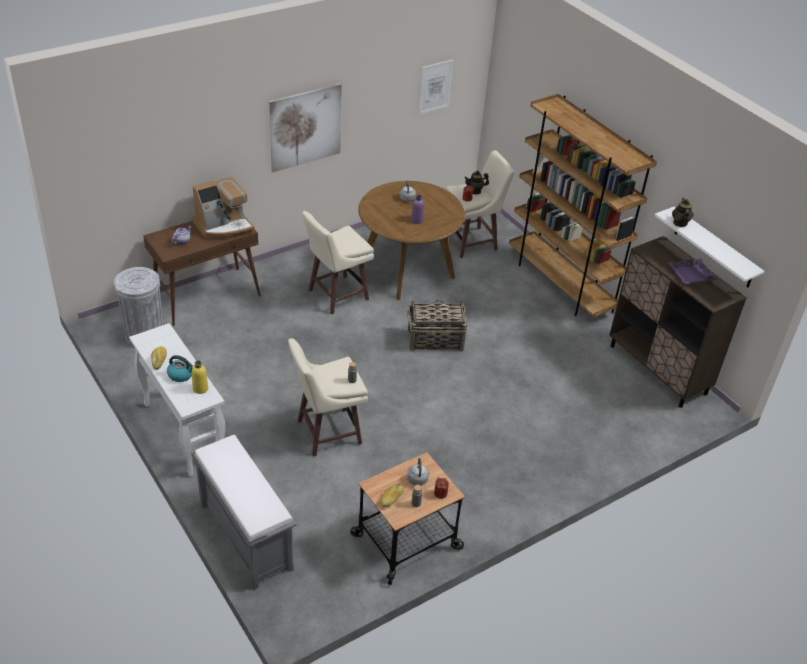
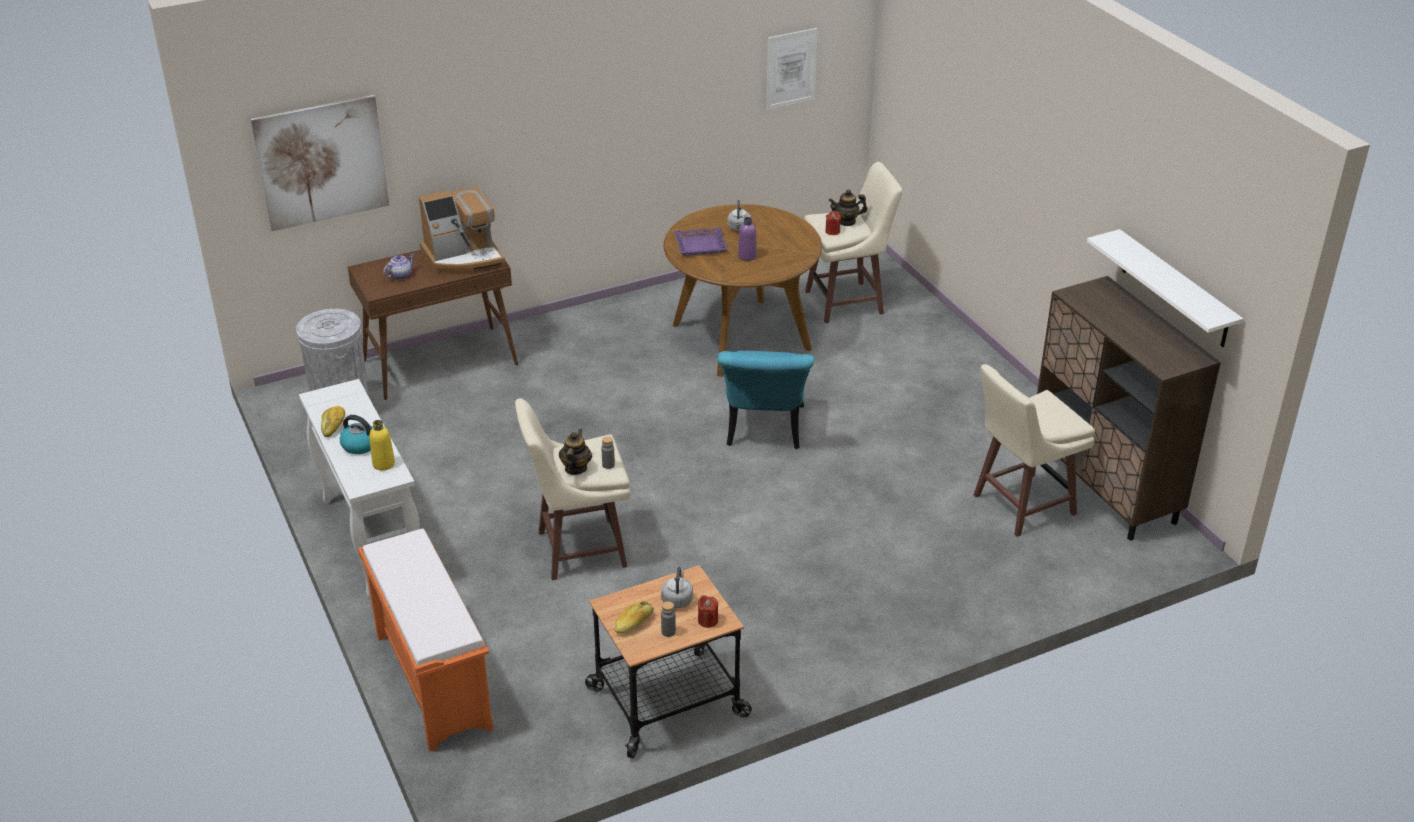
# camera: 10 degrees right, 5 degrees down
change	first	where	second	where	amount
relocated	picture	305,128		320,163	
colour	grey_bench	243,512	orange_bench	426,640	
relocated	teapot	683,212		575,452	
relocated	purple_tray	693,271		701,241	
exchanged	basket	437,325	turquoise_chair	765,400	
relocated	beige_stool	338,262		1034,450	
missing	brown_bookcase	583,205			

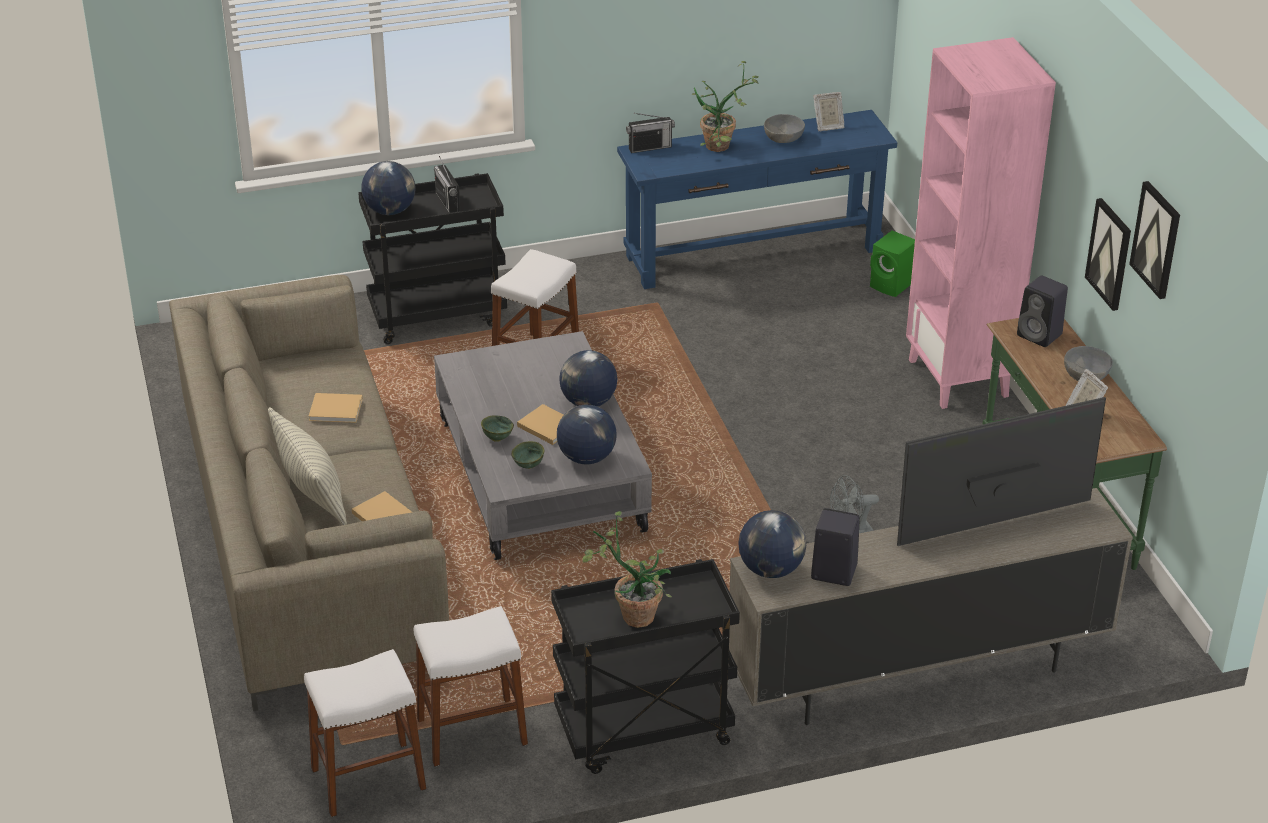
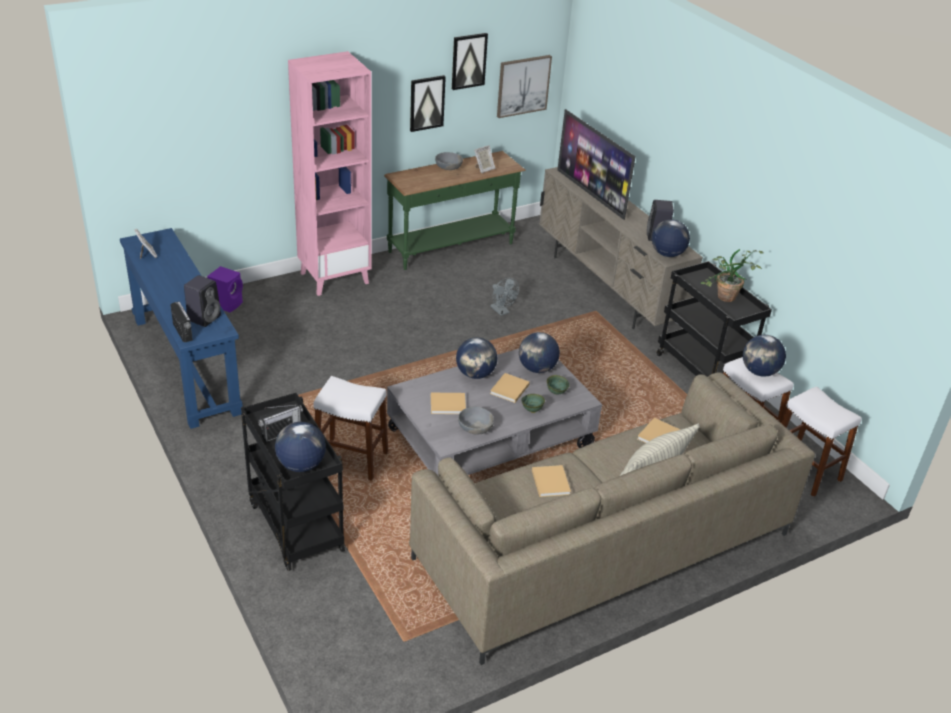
# camera: 105 degrees left, 0 degrees up
change	first	where	second	where	amount
relocated	black_speaker	1042,311		202,301	
colour	green_speaker	892,263	purple_speaker	225,289	
appeared			beige_book	448,403	
relocated	grey_bowl	784,128		476,421	
appeared			picture	524,86	
appeared			globe	764,356	
missing	potted_plant	725,106			

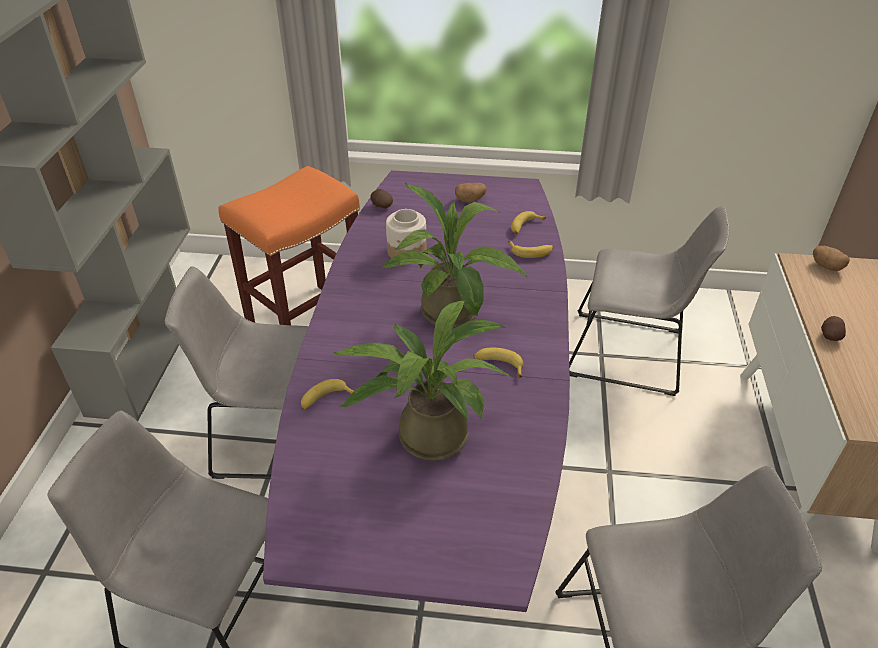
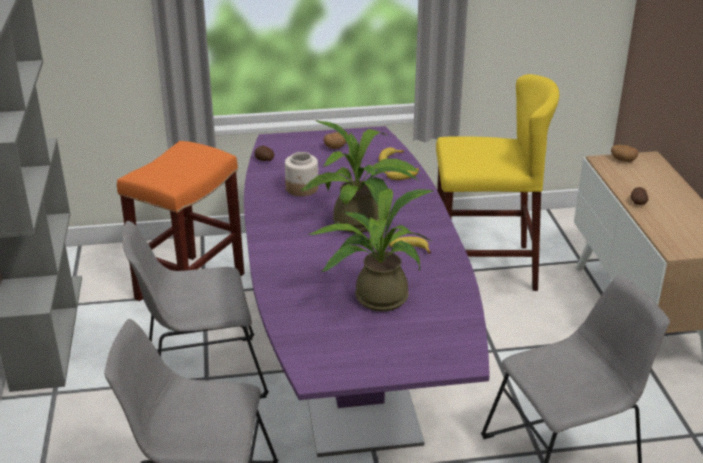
# camera: 15 degrees left, 10 degrees down
change	first	where	second	where	amount
exchanged	grey_chair	649,301	yellow_stool	497,182	
missing	banana	327,394			

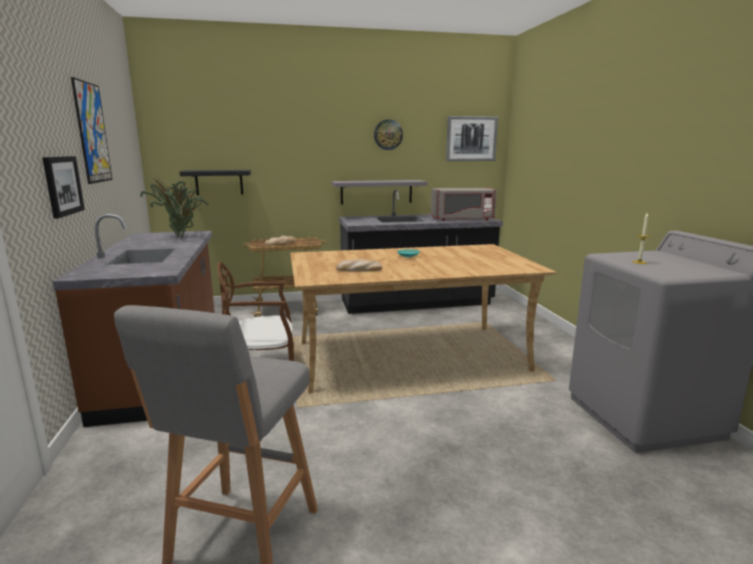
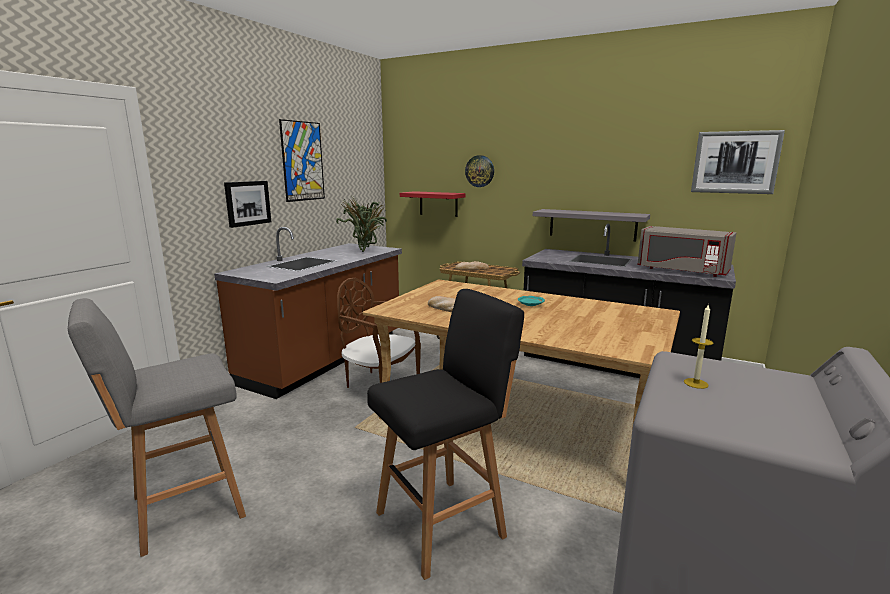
# camera: 40 degrees right, 0 degrees up
change	first	where	second	where	amount
appeared			black_stool	445,434	
colour	black_shelf	215,182	red_shelf	432,204	
relocated	wall_clock	388,134		479,171	

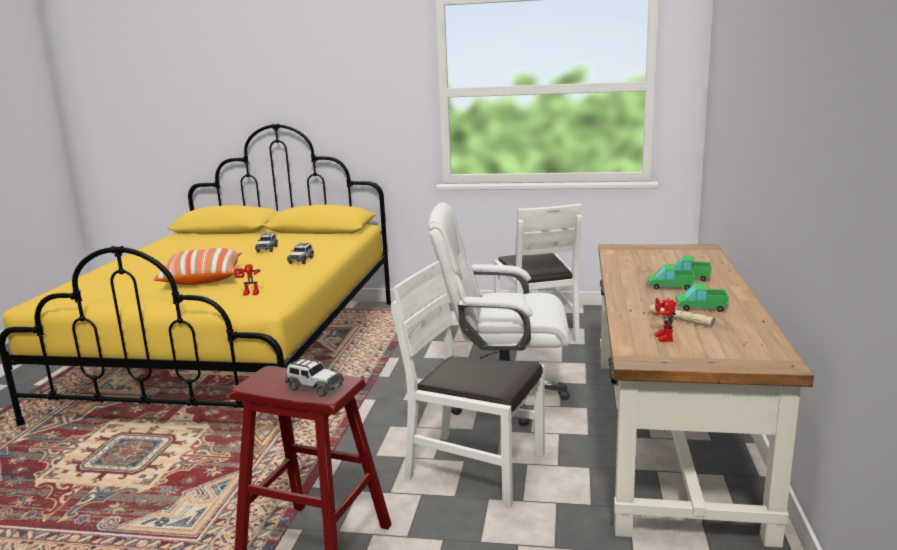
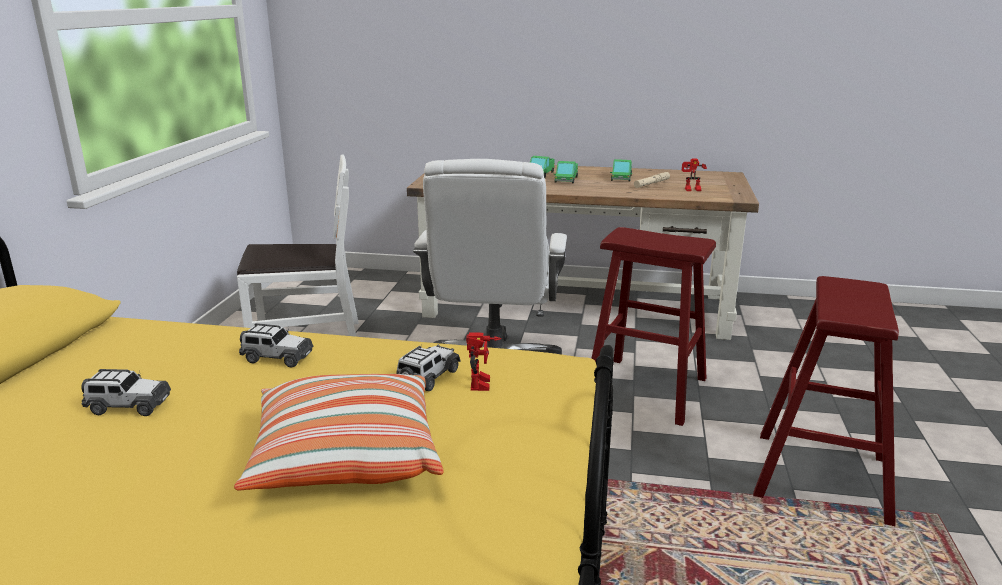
# camera: 90 degrees left, 5 degrees up
change	first	where	second	where	amount
relocated	toy_car	314,377		428,366	
exchanged	white_chair	468,384	red_stool	653,326	

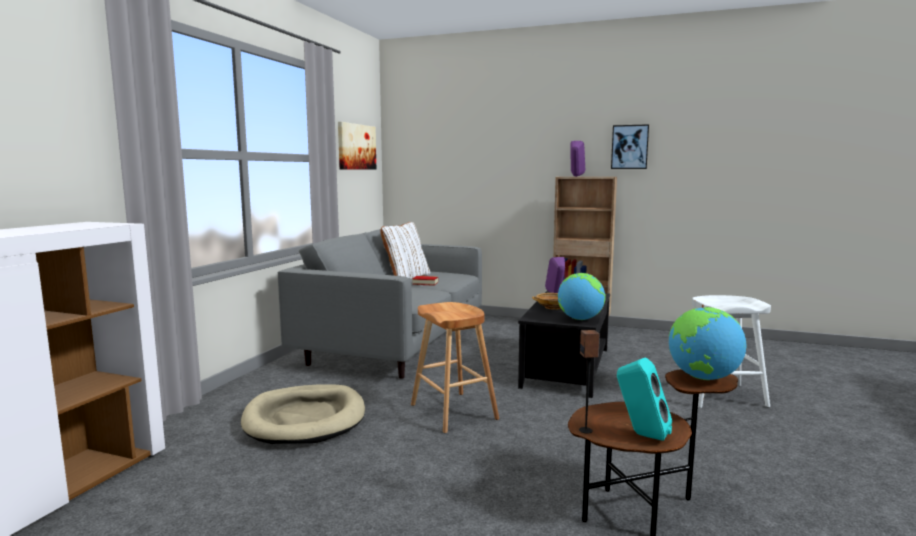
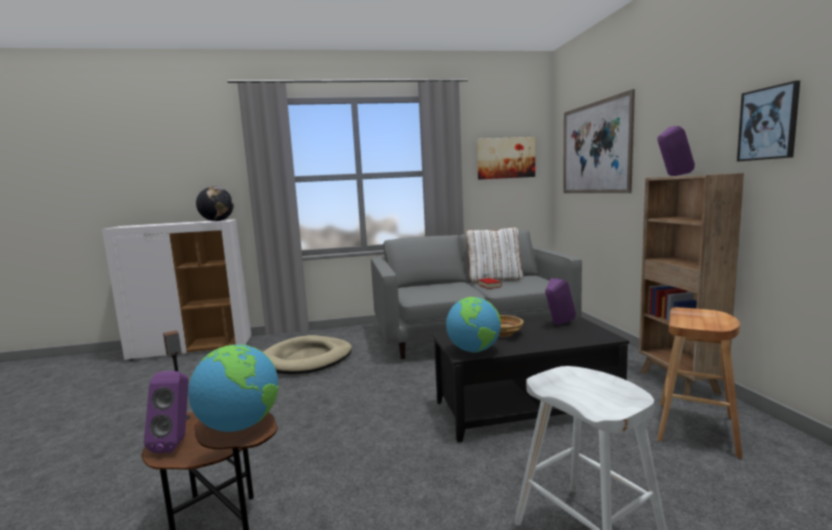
# camera: 60 degrees right, 0 degrees up
change	first	where	second	where	amount
colour	turquoise_speaker	644,399	purple_speaker	166,412	
appeared			globe	215,204	
appeared			picture	599,141	
relocated	brown_stool	455,367		700,383	

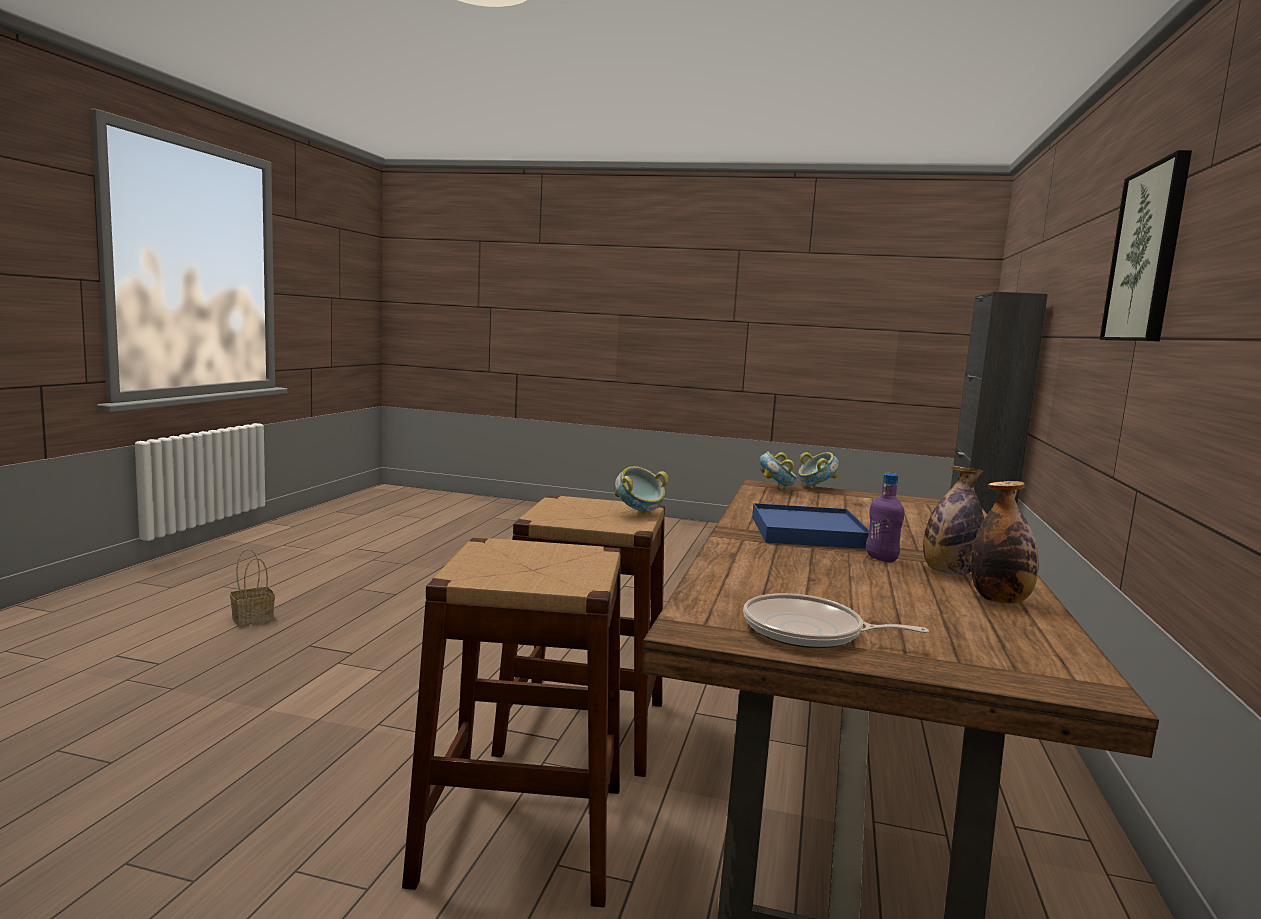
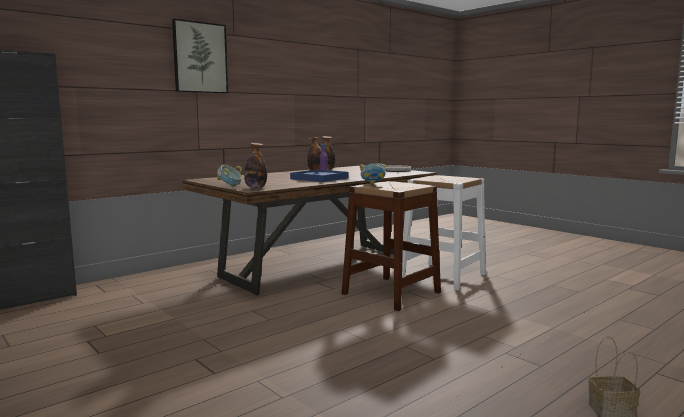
# camera: 145 degrees left, 0 degrees up
change	first	where	second	where	amount
exchanged	bowl	778,470	bottle	255,166	
colour	brown_stool	511,722	white_stool	444,232	

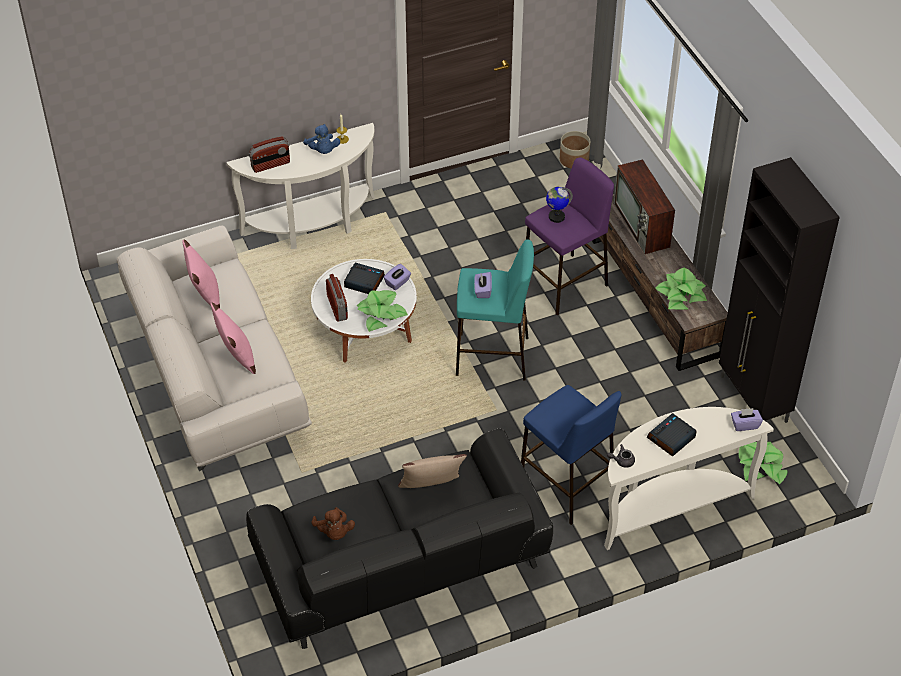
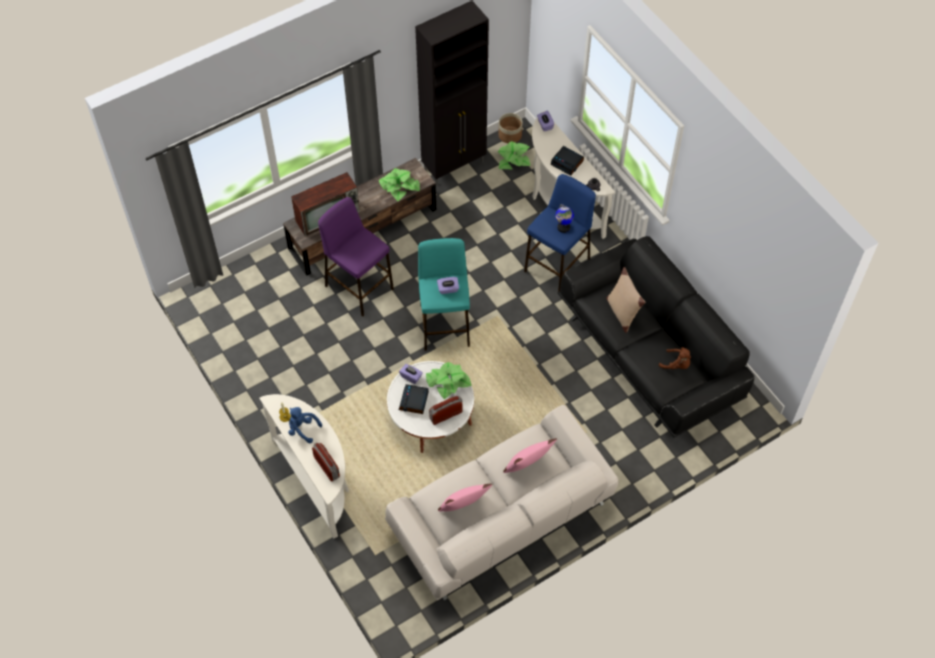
# camera: 100 degrees left, 10 degrees up
change	first	where	second	where	amount
spun	blue_plush_toy	321,139		305,425	120 degrees counterclockwise
relocated	planter	575,149		511,128	
relocated	globe	559,205		564,218	
spun	brown_plush_toy	333,523		675,358	60 degrees clockwise

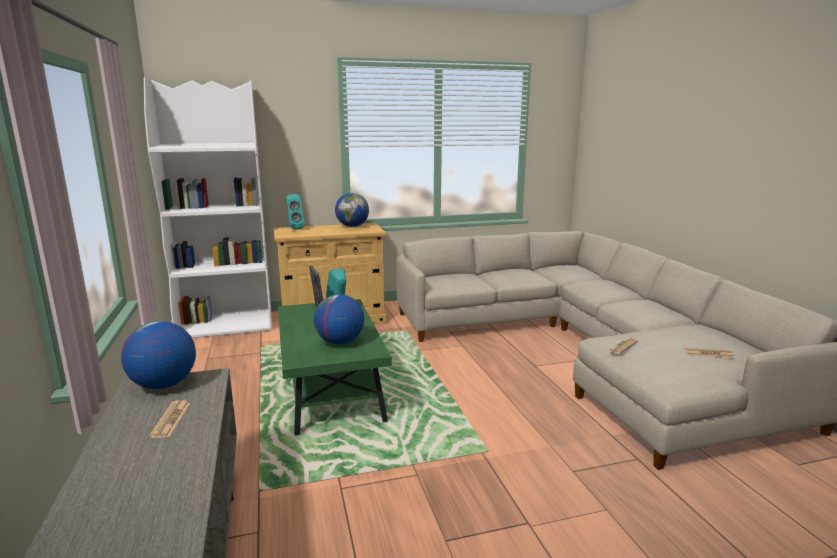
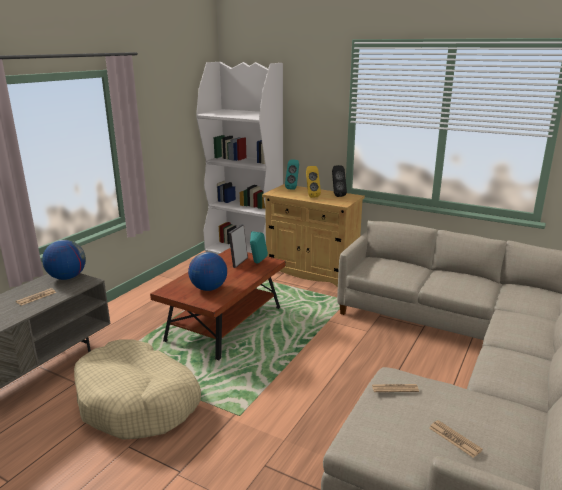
# camera: 45 degrees right, 5 degrees up
change	first	where	second	where	amount
appeared			beige_dog_bed	137,389	
colour	green_coffee_table	335,367	brown_coffee_table	218,304	
appeared			yellow_speaker	313,182	
exchanged	globe	352,210	black_speaker	339,181	

